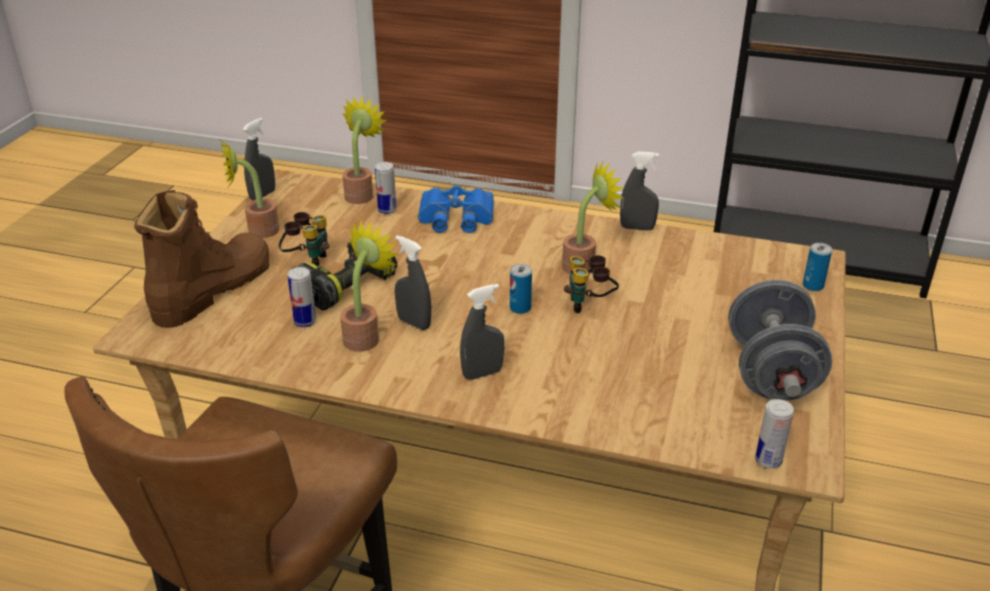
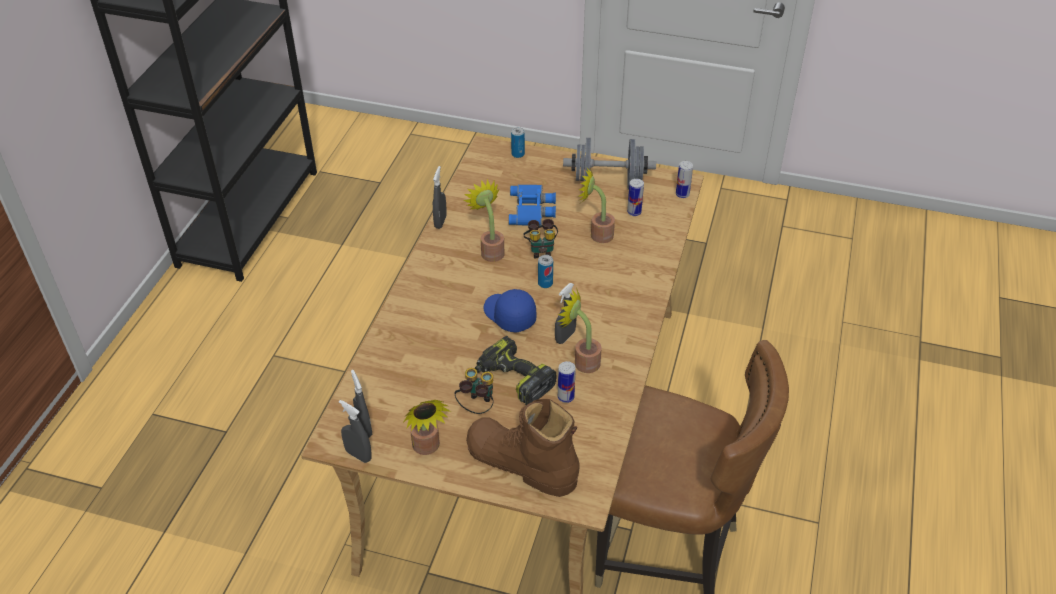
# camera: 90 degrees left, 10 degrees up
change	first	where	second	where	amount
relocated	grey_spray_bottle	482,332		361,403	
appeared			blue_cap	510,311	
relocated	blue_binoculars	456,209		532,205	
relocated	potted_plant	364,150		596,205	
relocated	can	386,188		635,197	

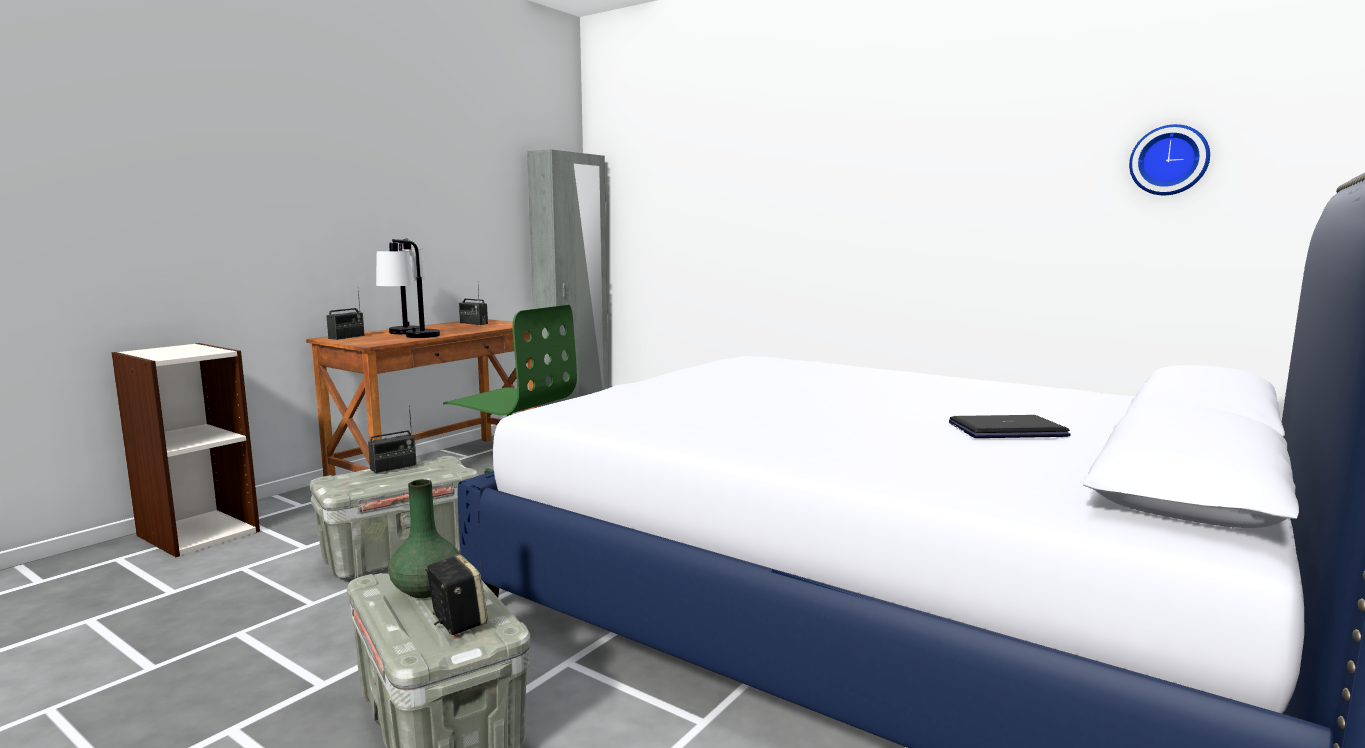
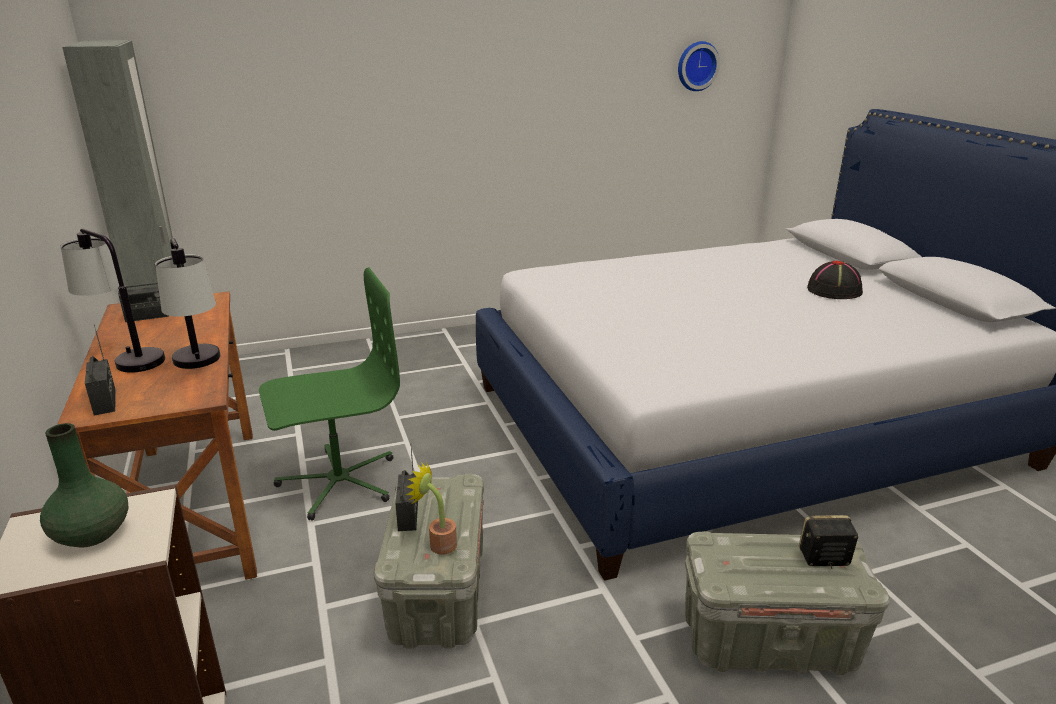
# camera: 55 degrees left, 15 degrees up
change	first	where	second	where	amount
relocated	green_vase	424,538		84,485	
appeared			potted_plant	431,508	
exchanged	laptop	1010,426	black_hat	835,279	

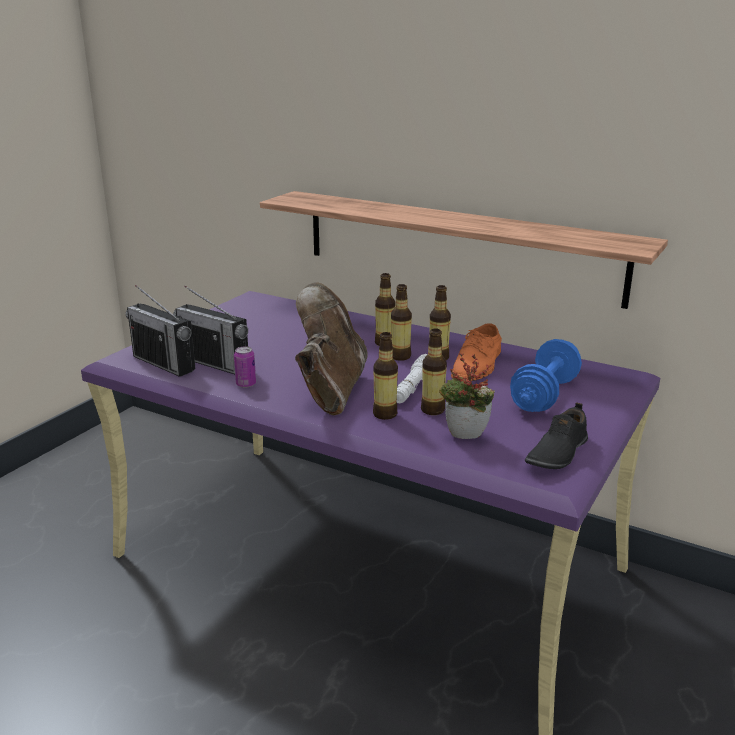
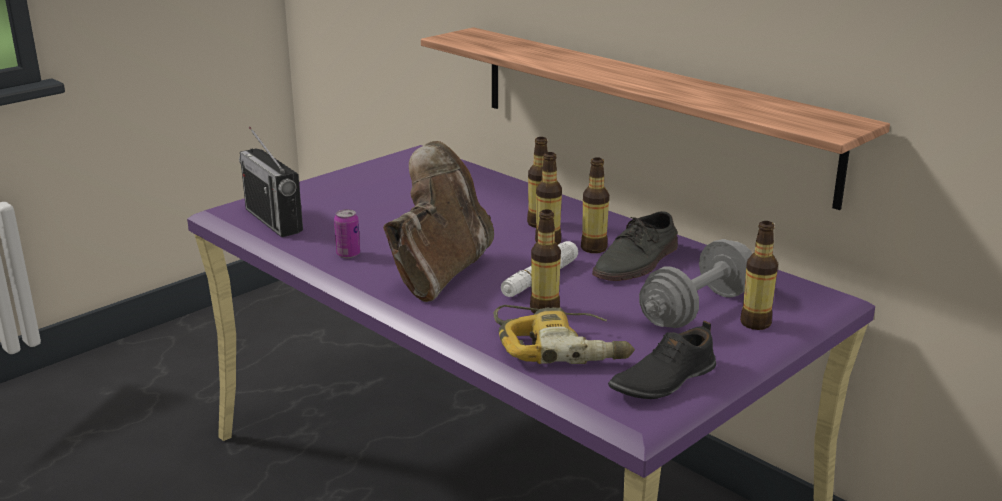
# camera: 15 degrees right, 0 degrees up
change	first	where	second	where	amount
exchanged	potted_plant	467,396	power_drill	564,334	
colour	orange_shoe	476,352	grey_shoe	635,246	
colour	blue_dumbbell	546,375	grey_dumbbell	696,283	
relocated	bottle	385,376		759,275	
missing	radio	210,330			

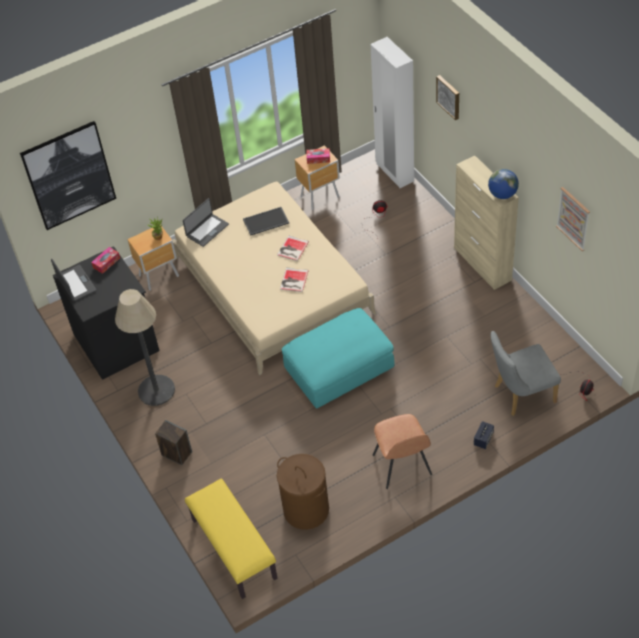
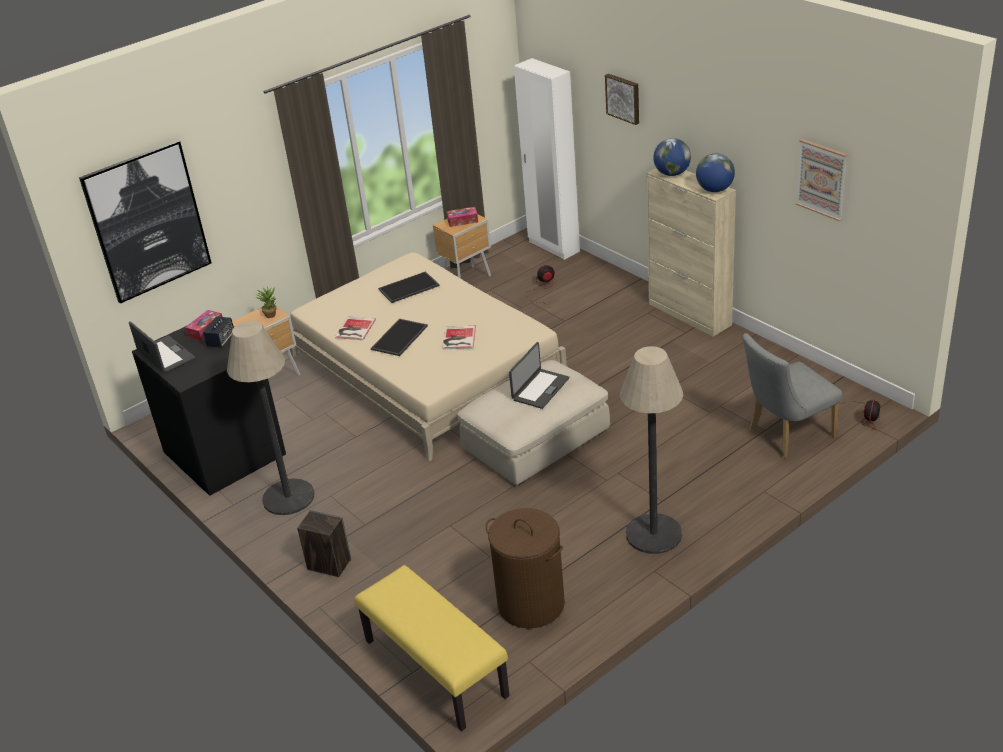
# camera: 10 degrees left, 15 degrees down
change	first	where	second	where	amount
relocated	speaker	484,435		218,332	
relocated	book	293,248		355,328	
appeared			tray	399,337	
colour	turquoise_ottoman	338,358	beige_ottoman	534,422	
relocated	laptop	206,222		539,375	
exchanged	brown_chair	402,451	floor_lamp	651,450	
appeared			globe	672,157	

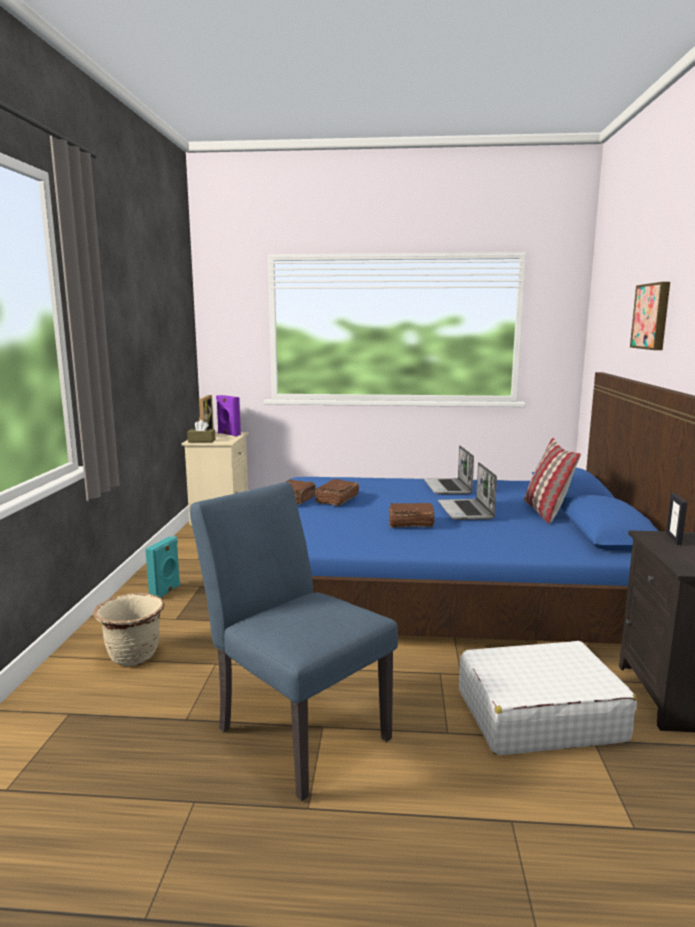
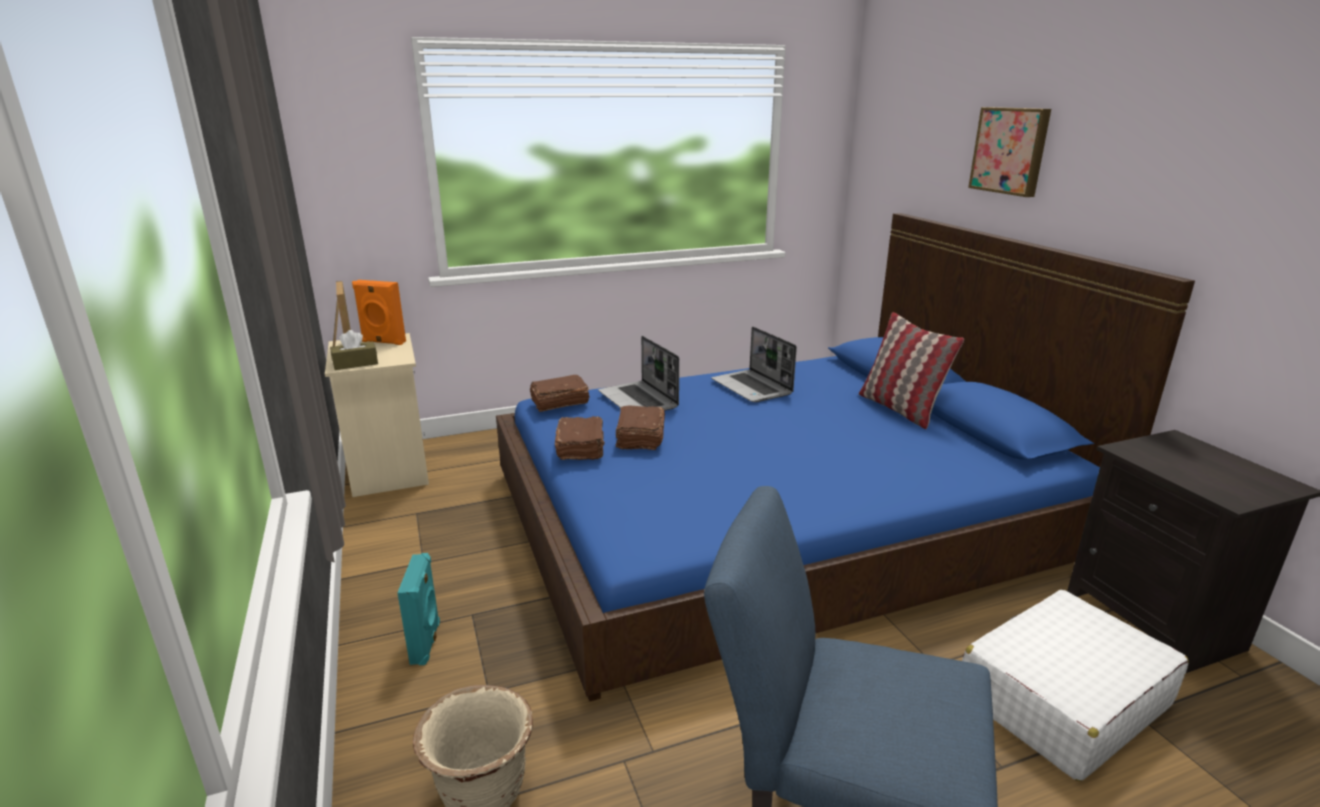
# camera: 25 degrees left, 10 degrees up
change	first	where	second	where	amount
colour	purple_speaker	228,415	orange_speaker	379,312	
relocated	brown_book	412,515		559,393	
relocated	laptop	467,491		638,373	
missing	picture_frame	676,519			

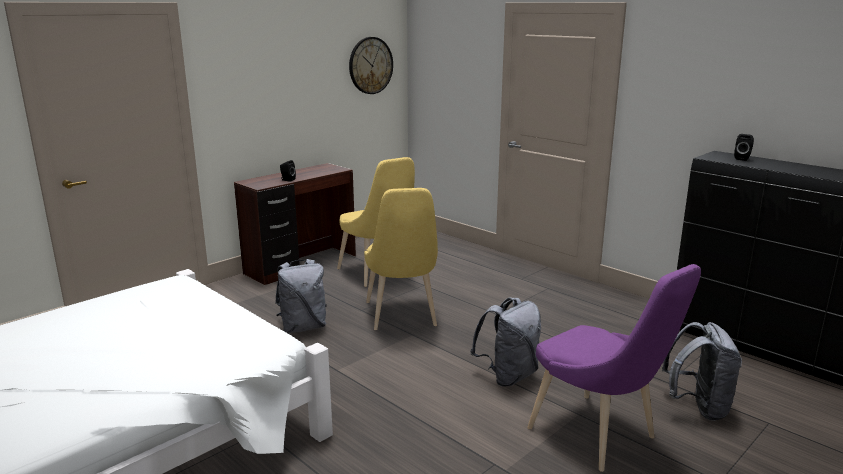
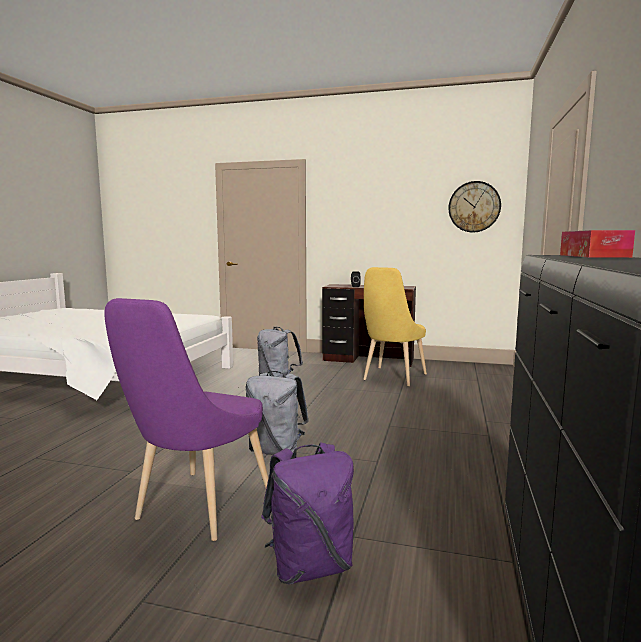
# camera: 60 degrees right, 10 degrees down
change	first	where	second	where	amount
colour	grey_backpack	702,371	purple_backpack	307,513	
exchanged	black_speaker	744,147	tissue_box	597,244	
missing	yellow_chair	401,259			

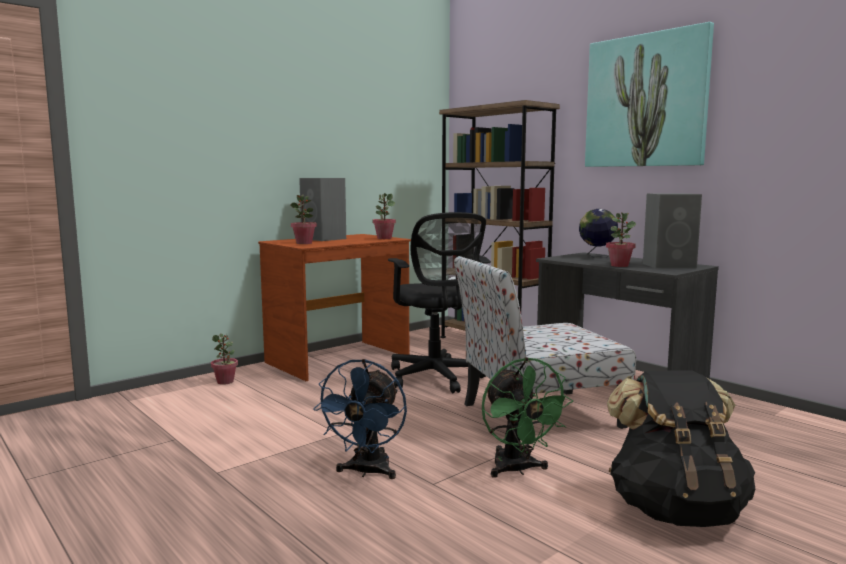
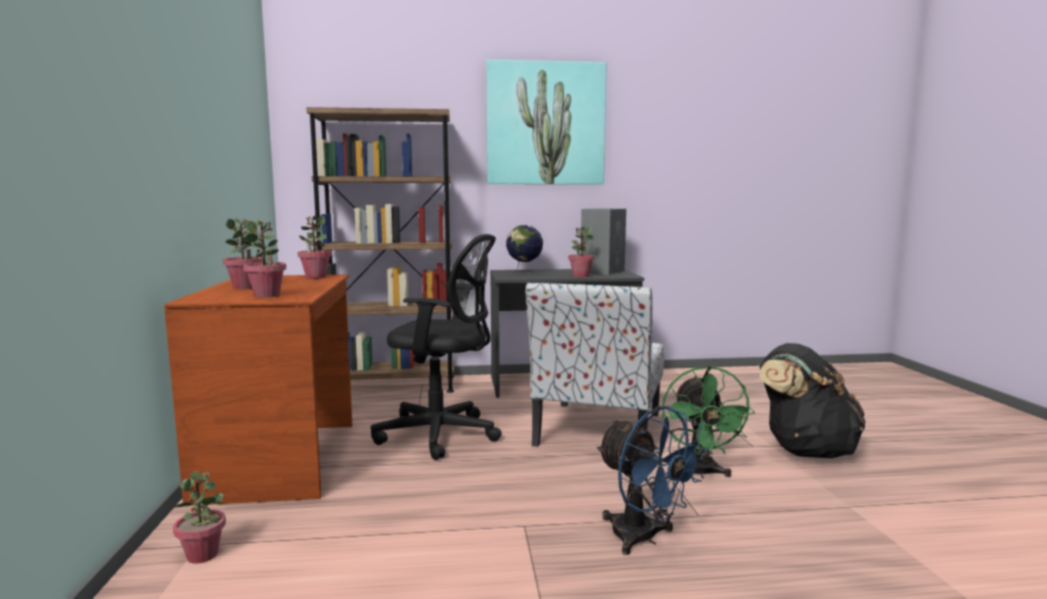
# camera: 55 degrees left, 0 degrees up
change	first	where	second	where	amount
exchanged	grey_speaker	322,209	potted_plant	243,253	
spun	green_fan	527,417		708,422	75 degrees clockwise

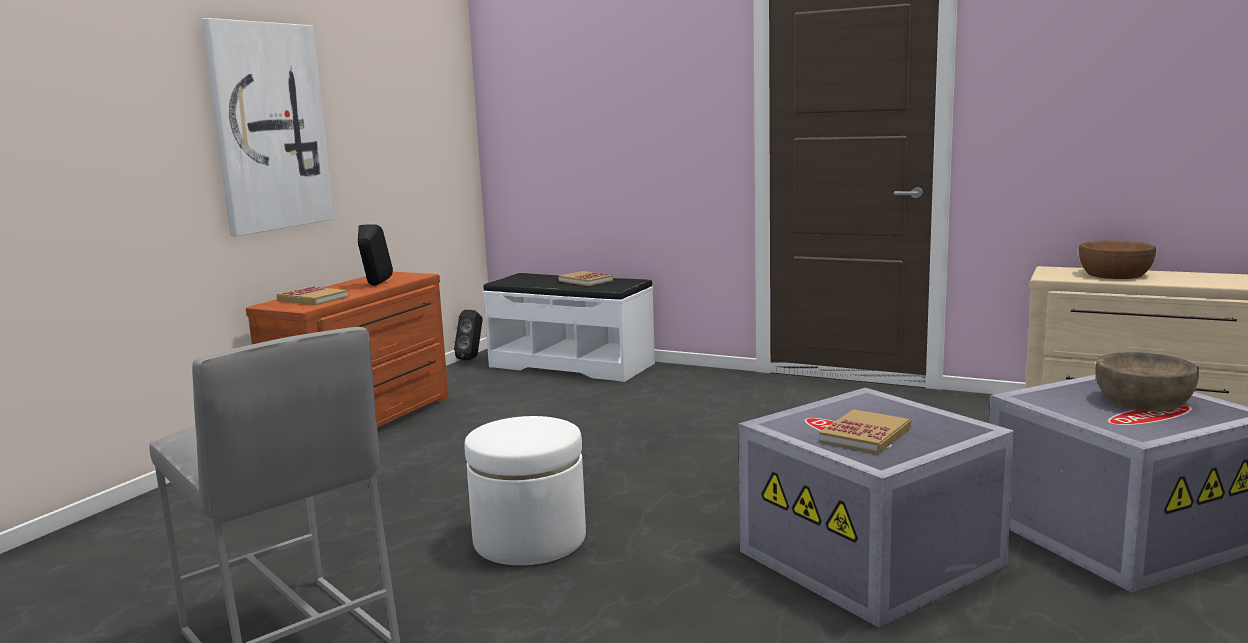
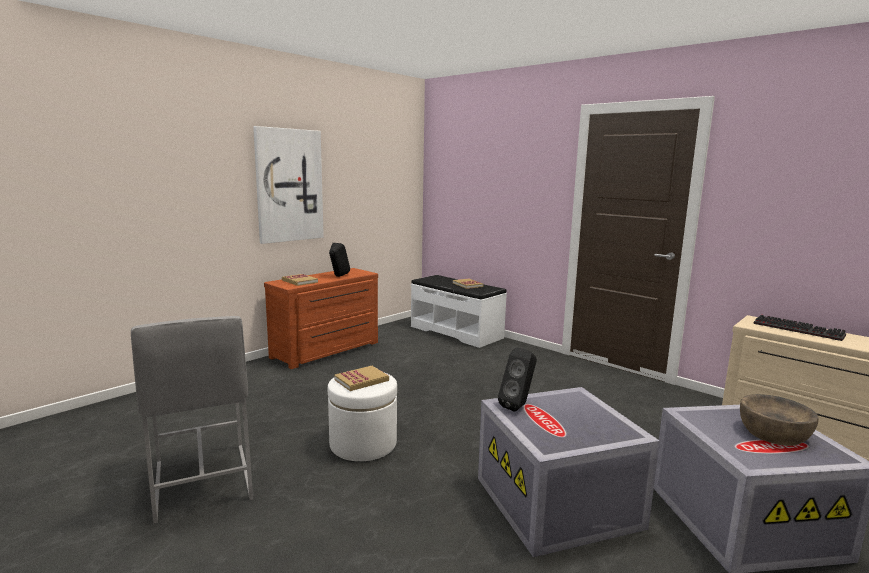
# camera: 15 degrees right, 0 degrees up
change	first	where	second	where	amount
relocated	book	865,431		361,378	
relocated	black_speaker	468,335		517,379	
exchanged	brown_bowl	1117,260	keyboard	799,328	

